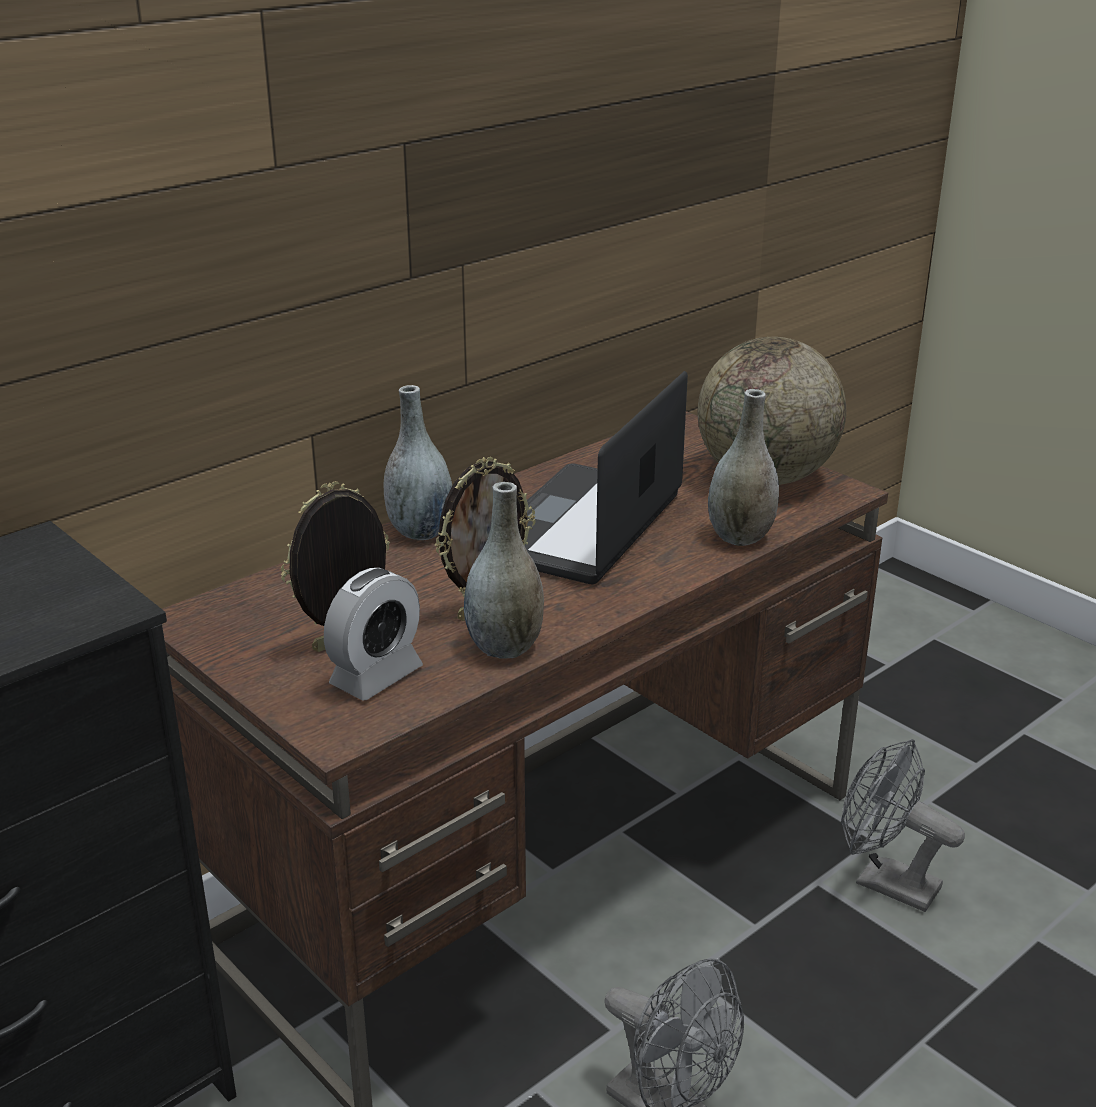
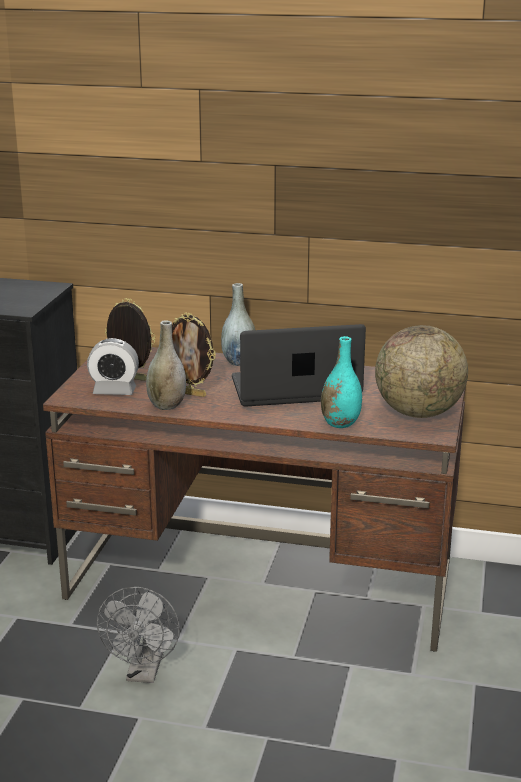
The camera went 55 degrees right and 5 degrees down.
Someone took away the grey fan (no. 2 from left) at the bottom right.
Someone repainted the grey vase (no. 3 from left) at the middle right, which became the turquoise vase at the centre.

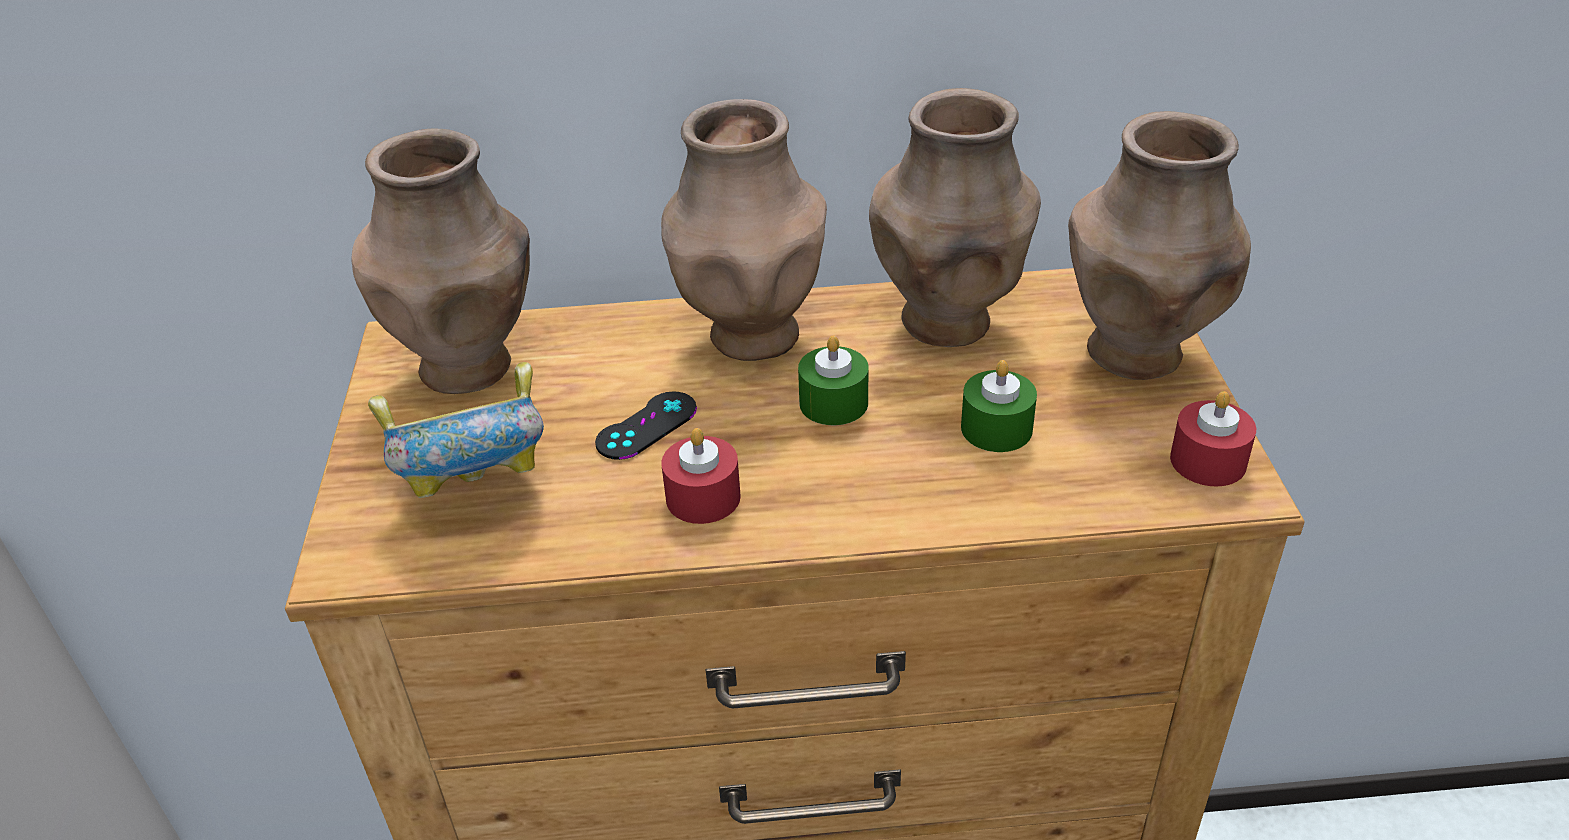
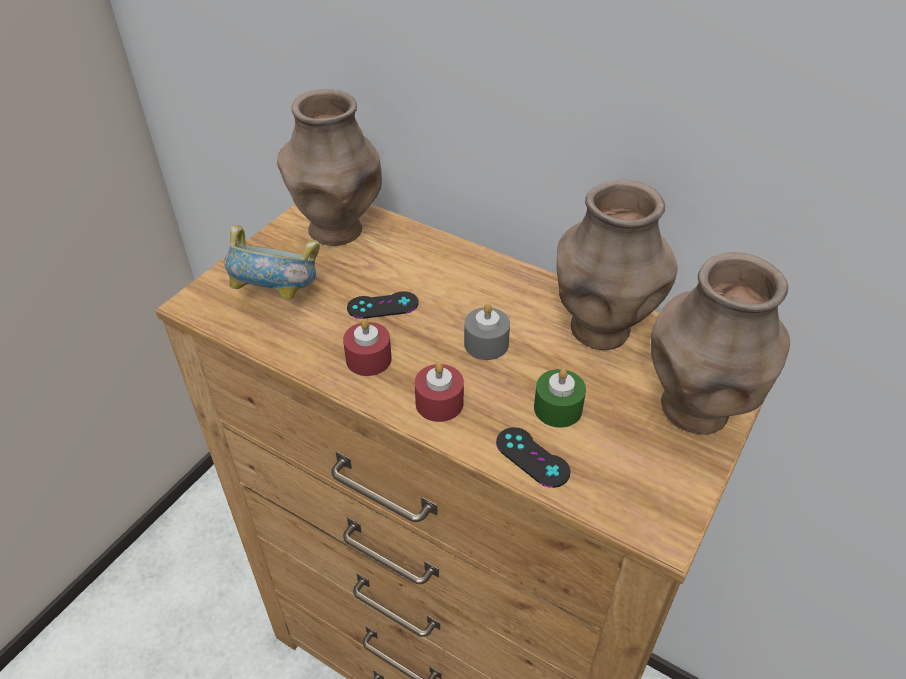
The camera went 35 degrees right and 5 degrees up.
Someone took away the brown vase (no. 2 from left) at the top centre.
Someone put down the black game controller (no. 2 from left) at the bottom centre.
Someone carried the red candle (no. 2 from left) from the middle right to the centre.
Someone repainted the green candle (no. 1 from left) at the centre, which became the grey candle at the centre.

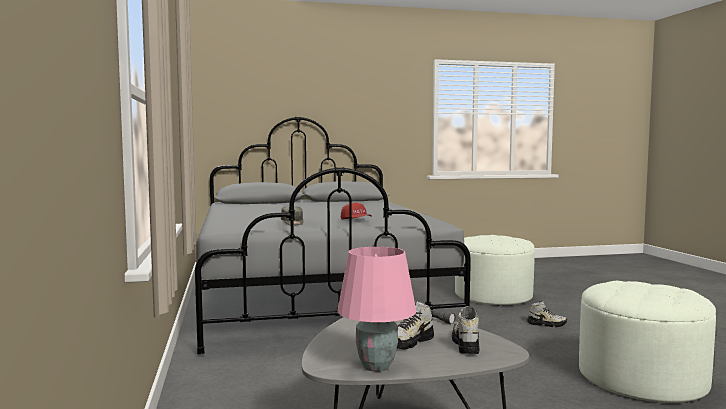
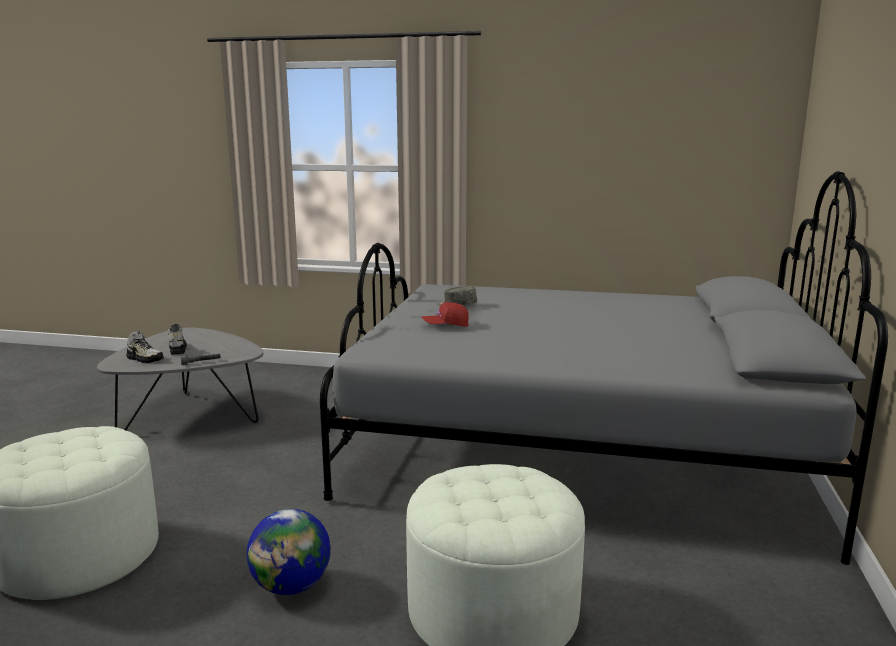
The camera went 115 degrees right and 10 degrees up.
Someone took away the pink table lamp at the bottom centre.
Someone swapped the shoe (no. 3 from left) at the bottom right for the globe at the bottom left.

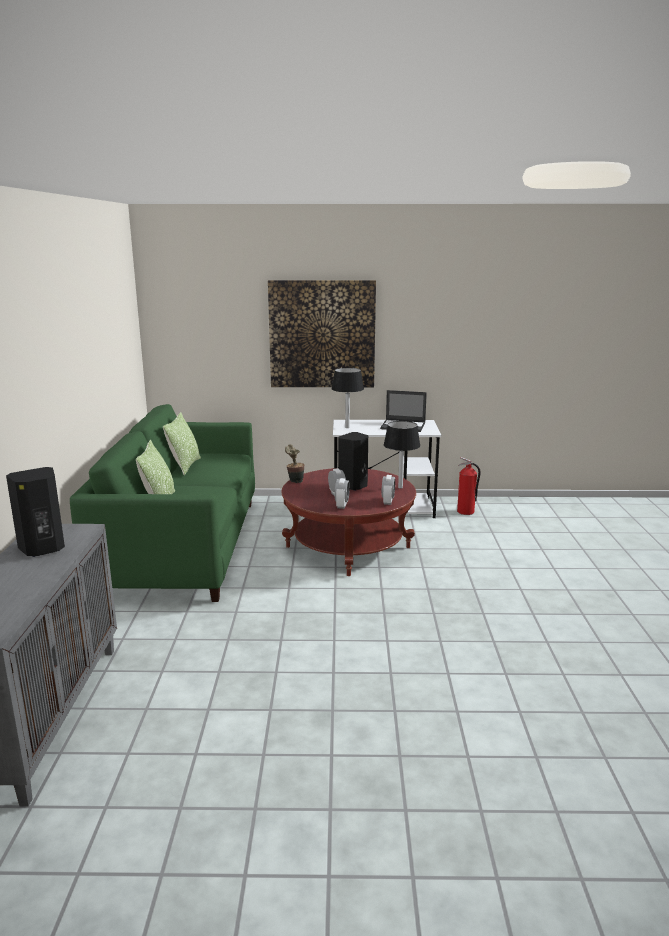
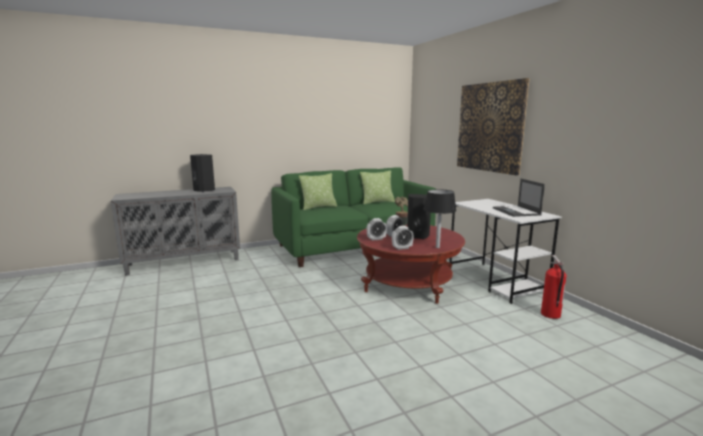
The camera went 65 degrees right and 5 degrees down.
Someone took away the black table lamp (no. 1 from left) at the centre.

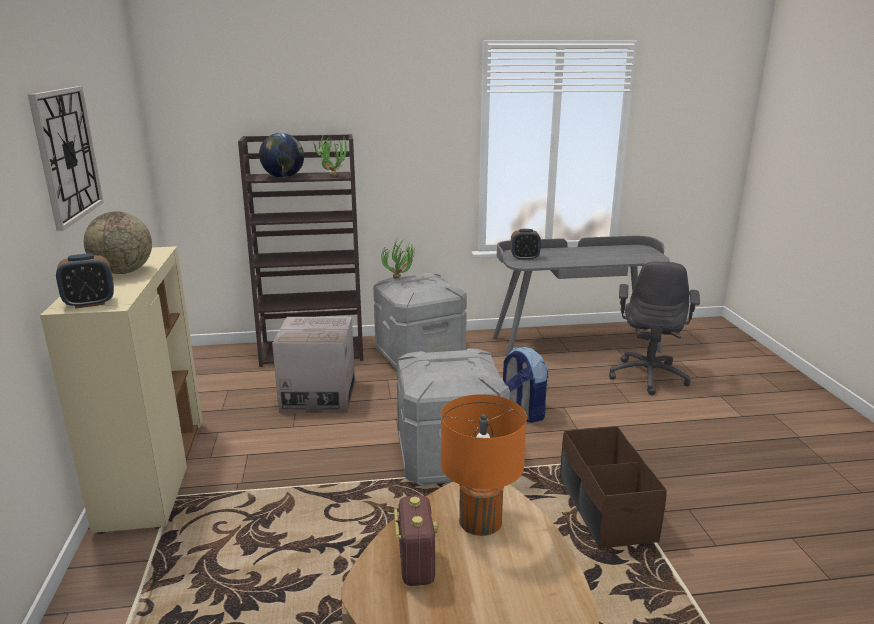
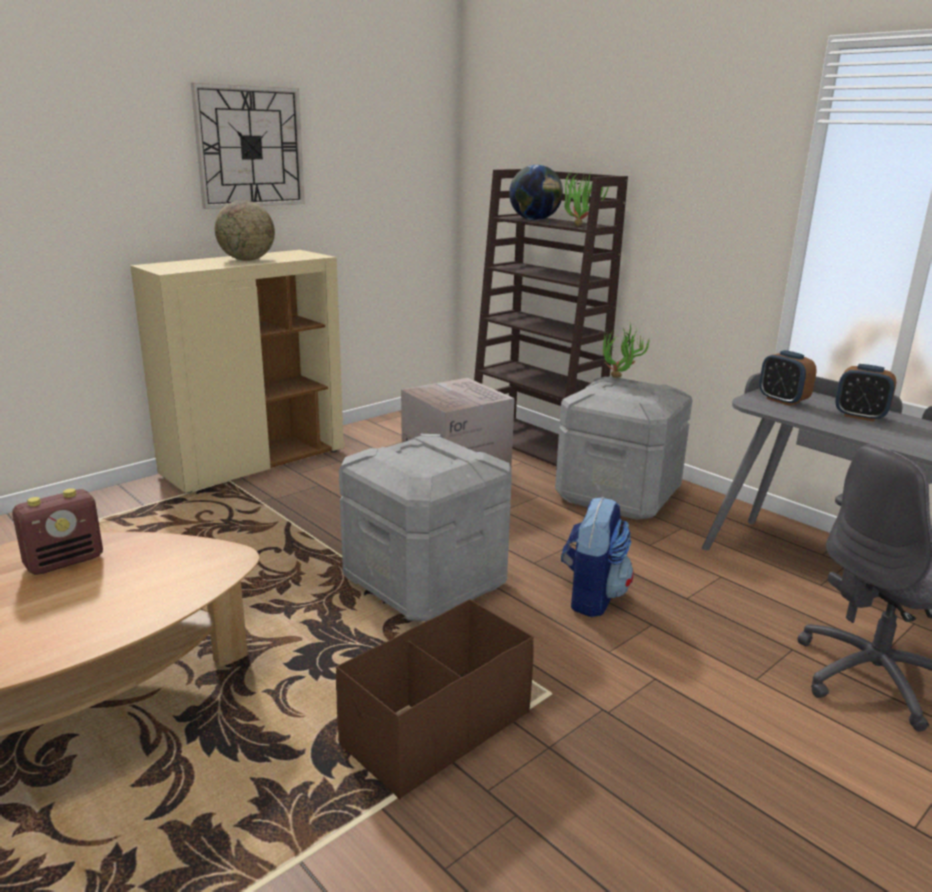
The camera went 55 degrees right and 0 degrees up.
Someone took away the orange table lamp at the bottom centre.
Someone carried the alarm clock (no. 1 from left in the first image) from the middle left to the middle right.

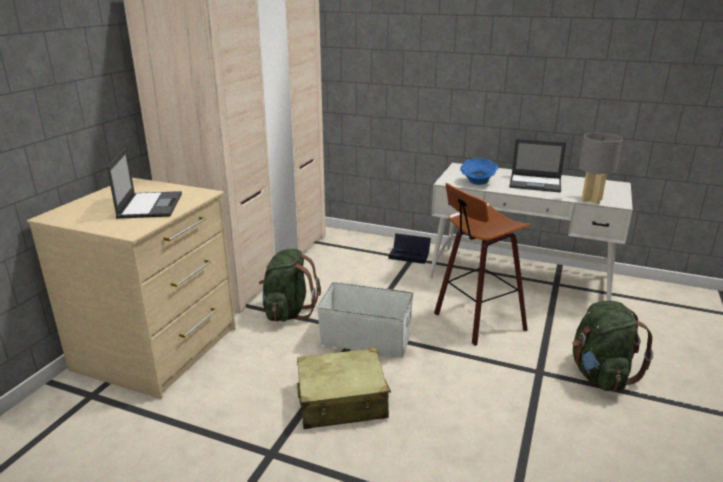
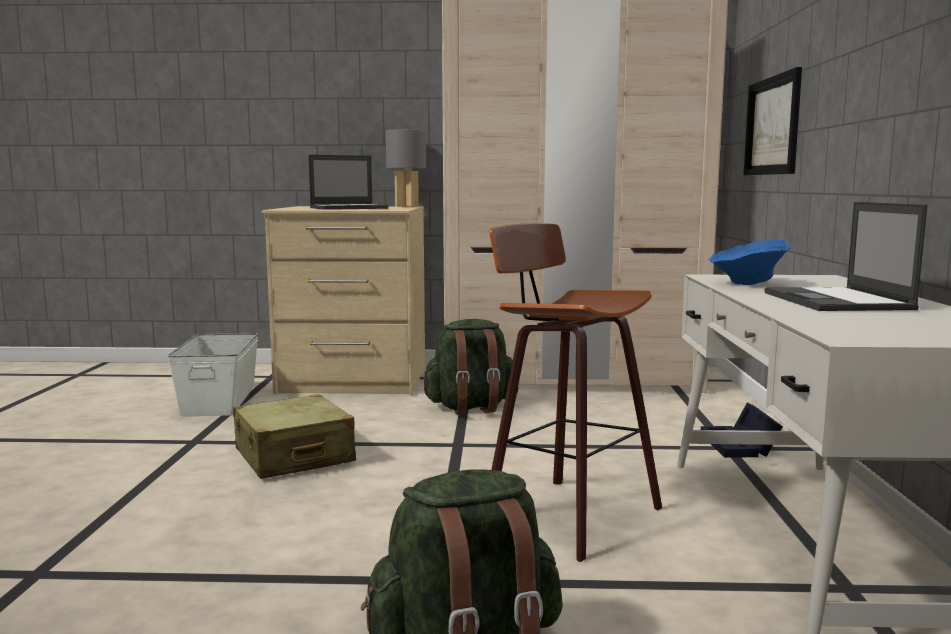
The camera went 70 degrees right and 15 degrees down.
Someone put up the picture at the top right.
Someone carried the white storage box from the centre to the middle left.
Someone carried the grey table lamp from the middle right to the top centre.

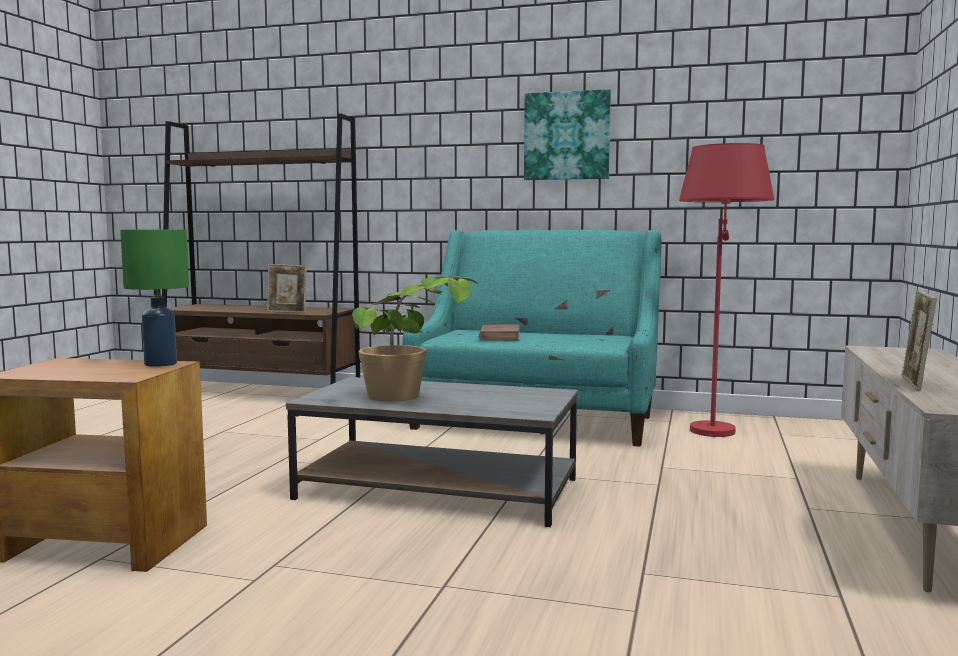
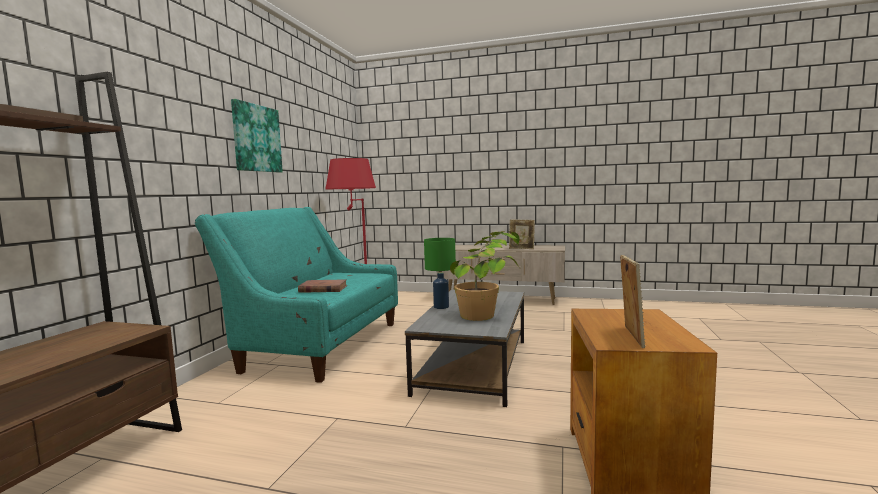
The camera went 90 degrees left and 0 degrees up.
Someone carried the green table lamp from the middle left to the centre.
Someone carried the picture frame (no. 1 from left in the first image) from the middle left to the middle right.

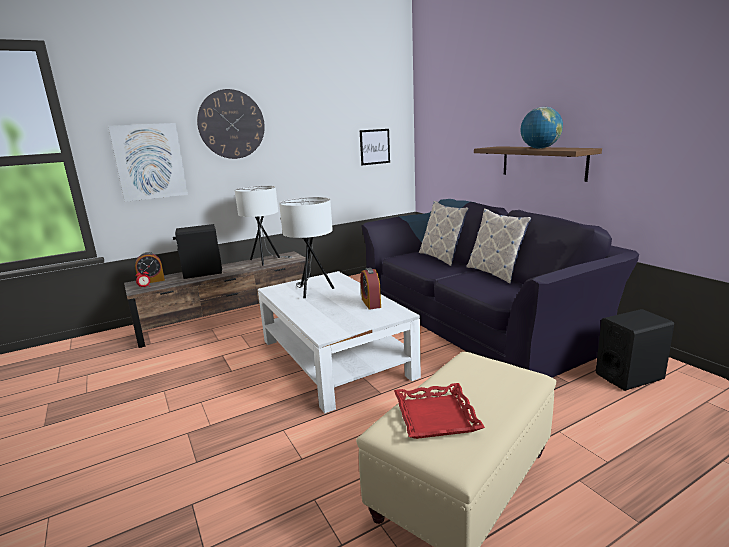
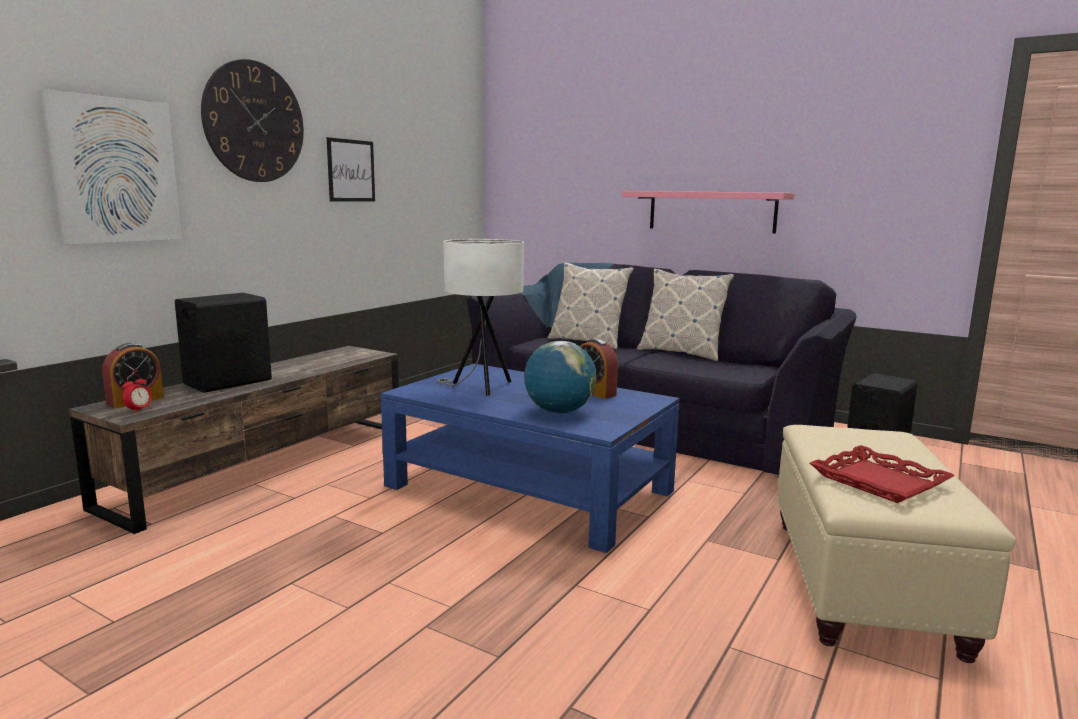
The camera went 30 degrees left and 5 degrees down.
Someone took away the white table lamp (no. 1 from left) at the centre.
Someone carried the picture (no. 2 from left) from the top centre to the top left.
Someone carried the globe from the top right to the centre.
Someone repainted the white coffee table at the centre, which became the blue coffee table at the centre.
Someone repainted the brown shelf at the top right, which became the pink shelf at the top centre.

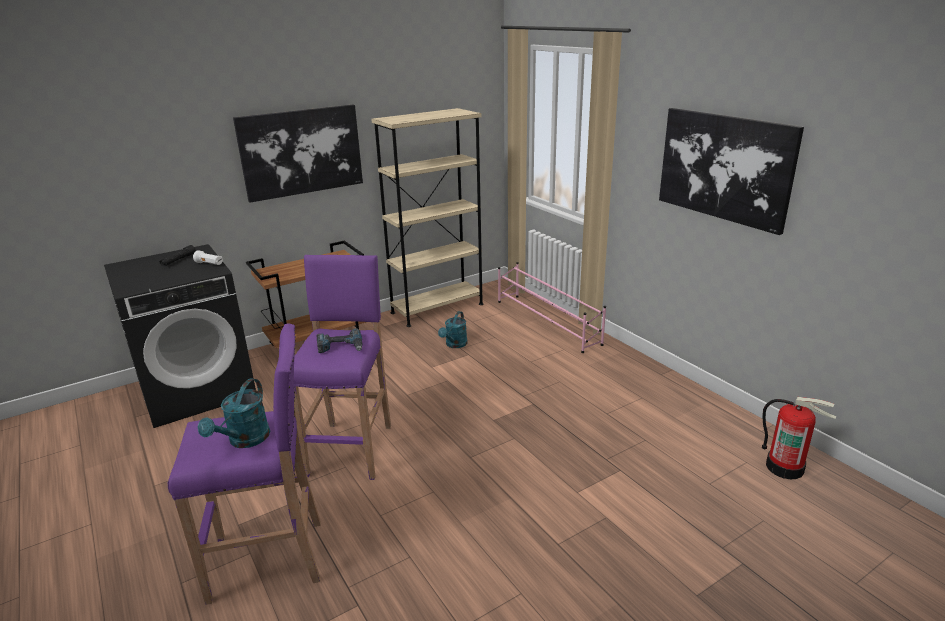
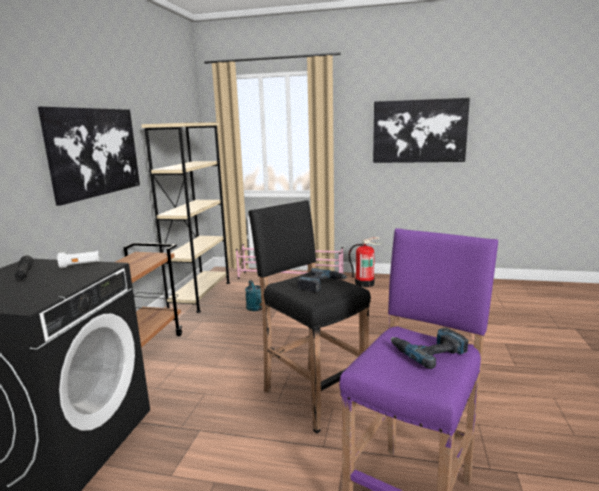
The camera went 45 degrees left and 10 degrees down.
Someone carried the fire extinguisher from the bottom right to the centre.
Someone swapped the turquoise watering can (no. 1 from left) at the middle left for the power drill (no. 2 from left) at the bottom right.
Someone repainted the purple stool (no. 2 from left) at the centre, which became the black stool at the centre.

